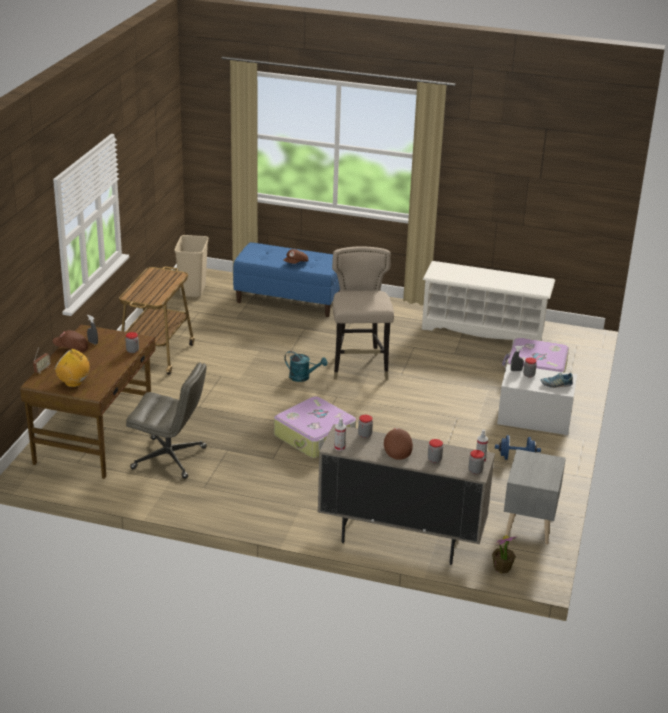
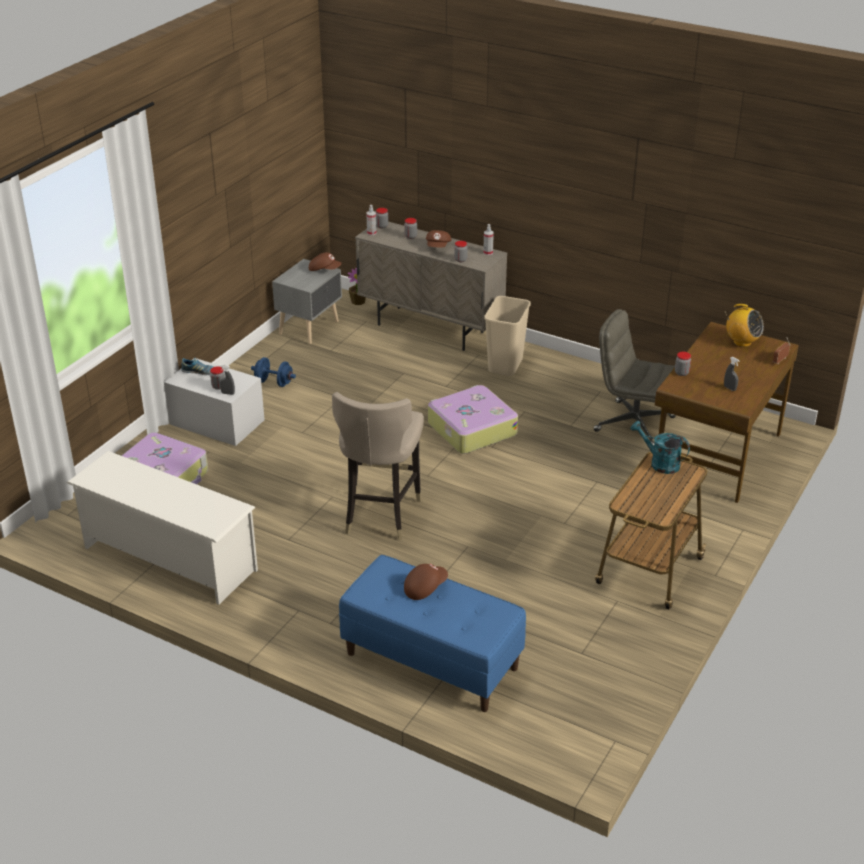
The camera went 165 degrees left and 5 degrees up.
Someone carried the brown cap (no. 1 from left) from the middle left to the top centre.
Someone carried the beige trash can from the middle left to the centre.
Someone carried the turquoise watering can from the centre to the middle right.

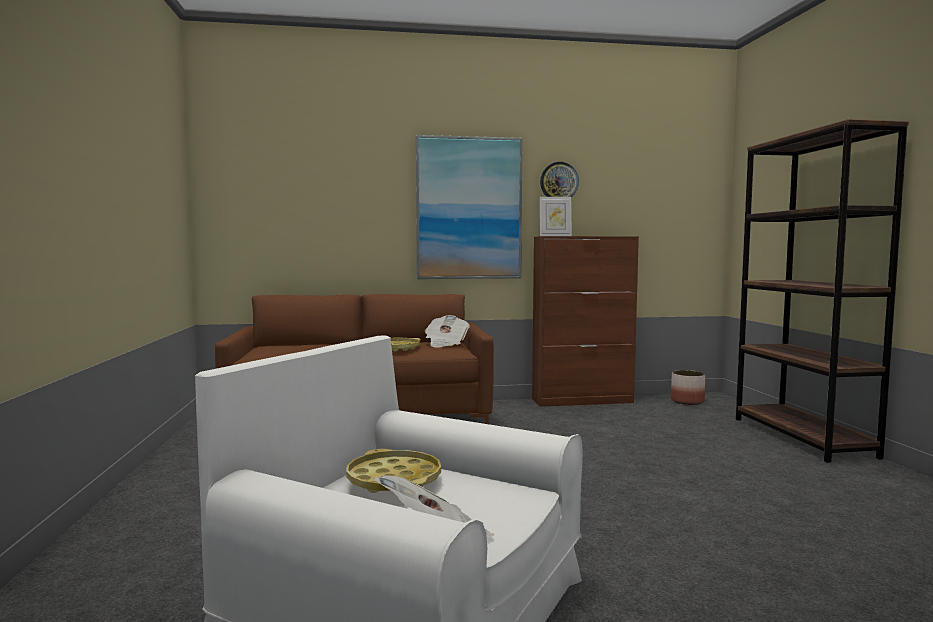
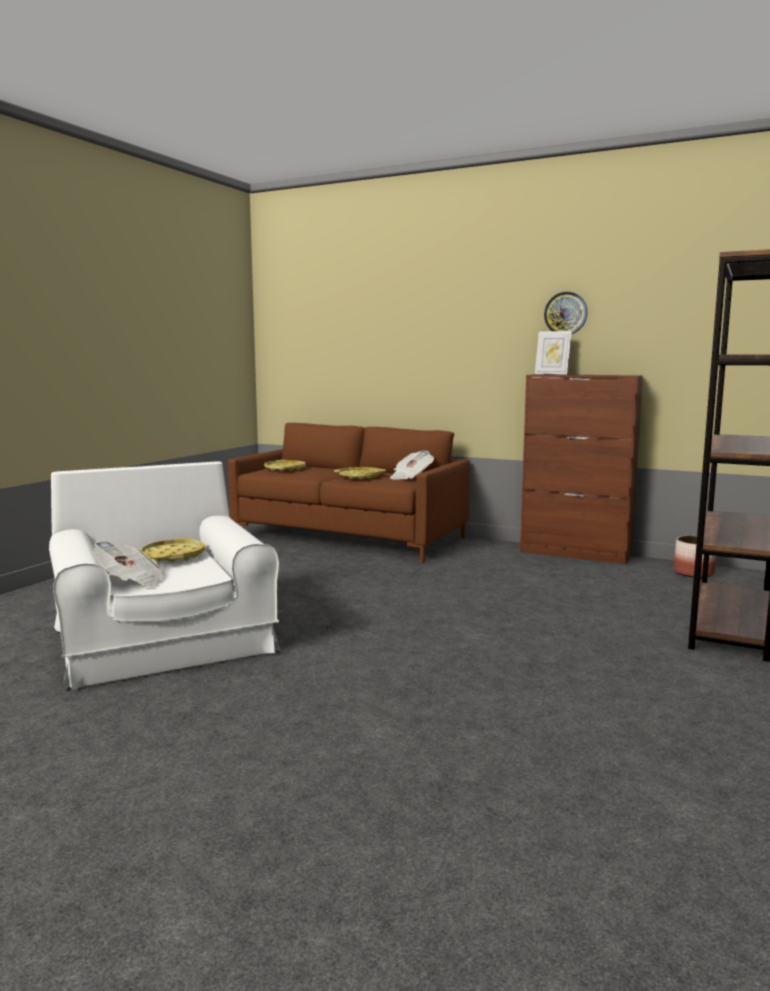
The camera went 35 degrees right and 5 degrees up.
Someone took away the picture at the top centre.
Someone put down the yellow tray (no. 2 from left) at the centre.

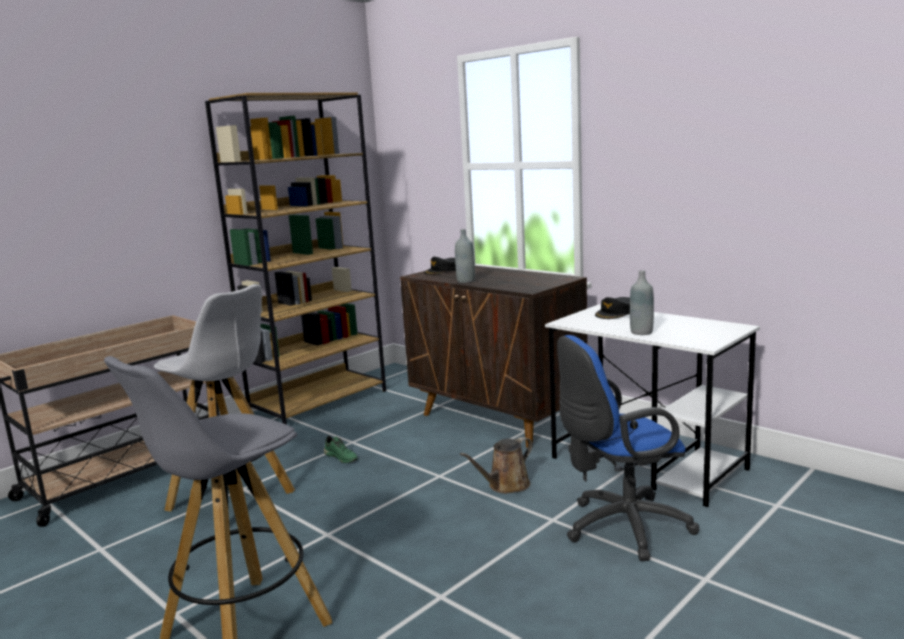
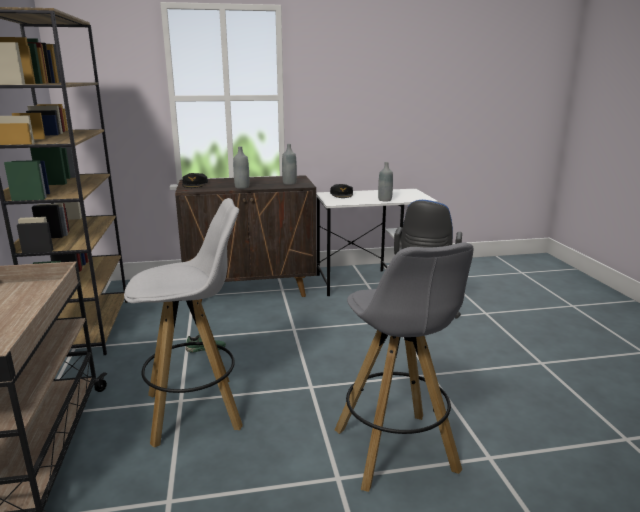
The camera went 55 degrees left and 5 degrees up.
Someone took away the brown watering can at the bottom centre.
Someone put down the grey bottle (no. 2 from left) at the top centre.

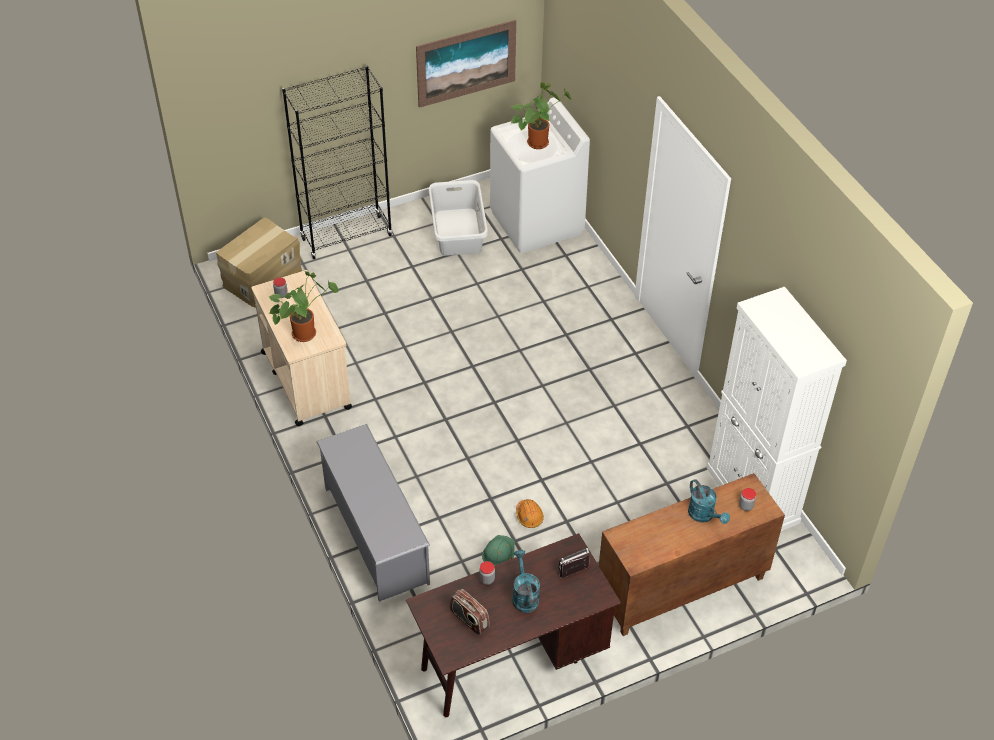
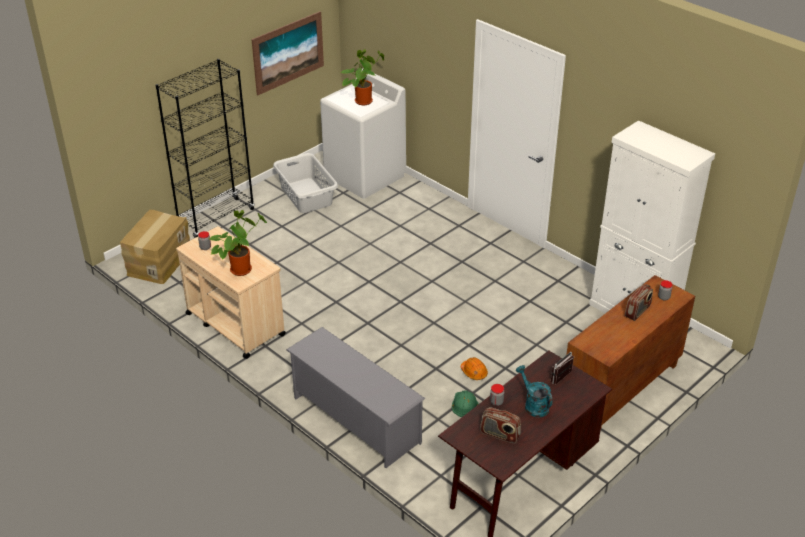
The camera went 20 degrees left and 10 degrees down.
Someone swapped the turquoise watering can (no. 2 from left) at the bottom right for the radio (no. 3 from left) at the middle right.

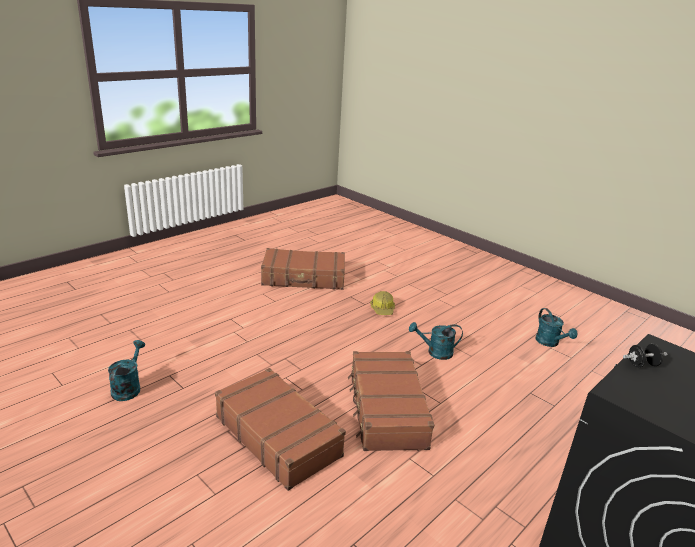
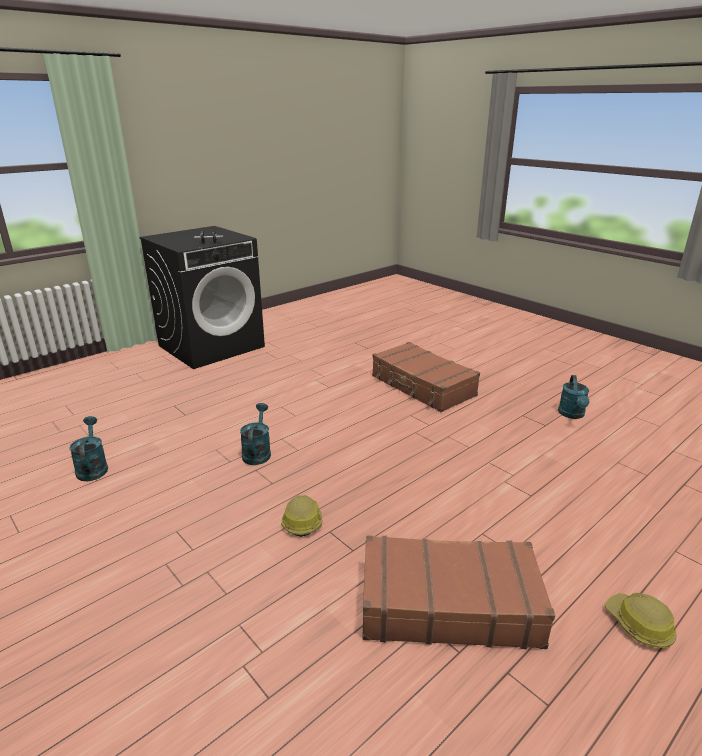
The camera went 175 degrees left and 0 degrees up.
Someone took away the brown suitcase (no. 3 from left) at the bottom centre.
Someone put down the hard hat (no. 2 from left) at the bottom right.
Someone rotated the turquoise watering can (no. 2 from left) at the centre by 90 degrees counterclockwise.

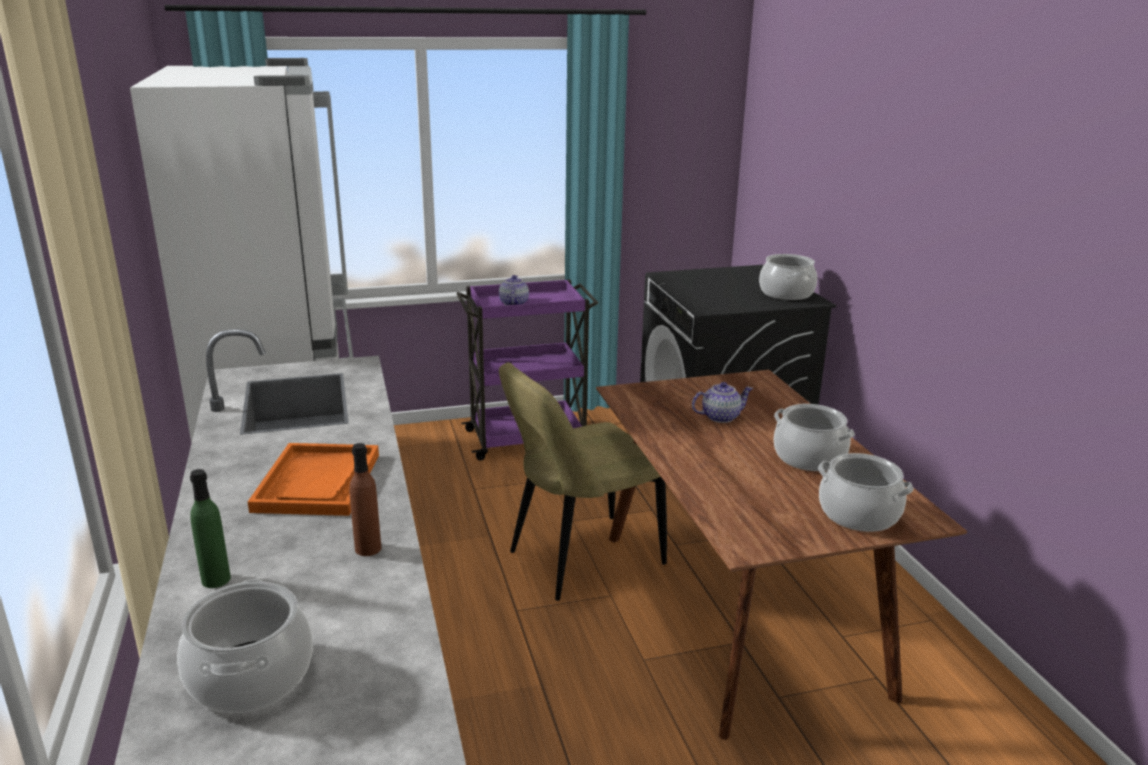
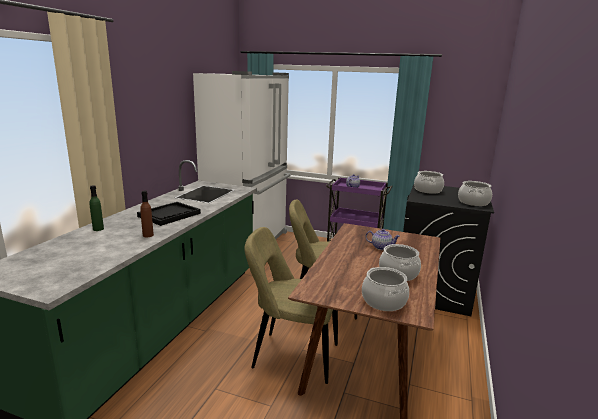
The camera went 35 degrees right and 5 degrees down.
Someone put down the beige chair (no. 1 from left) at the bottom centre.
Someone carried the cooking pot (no. 1 from left in the first image) from the bottom left to the middle right.
Someone repainted the orange tray at the middle left, which became the black tray at the middle left.

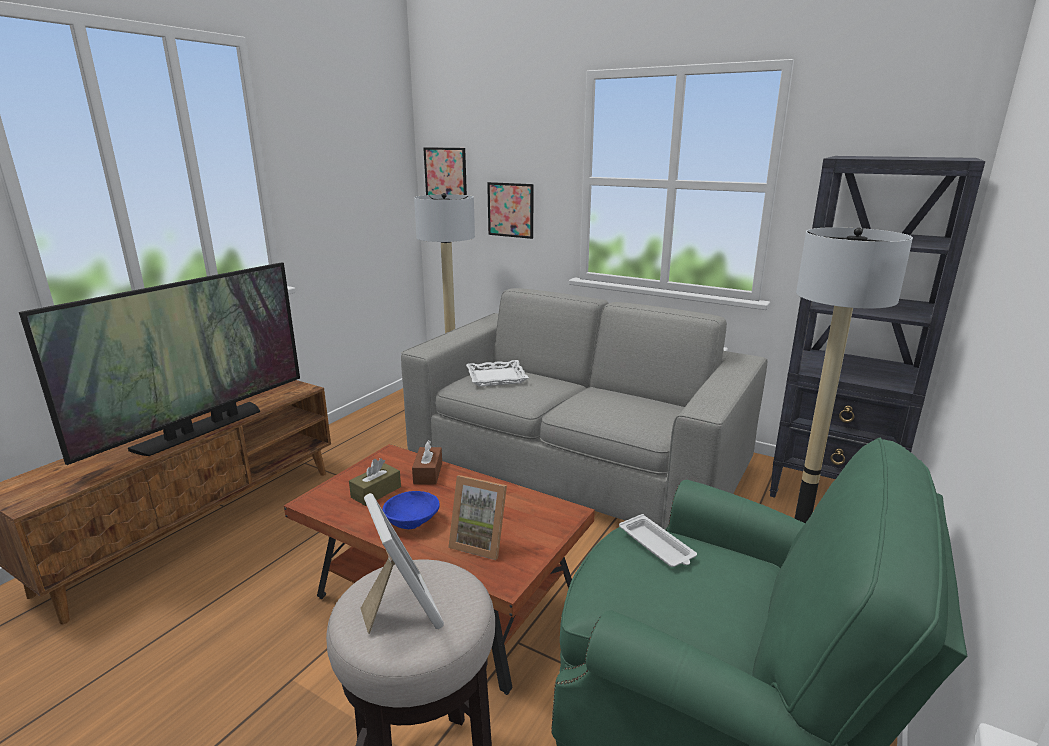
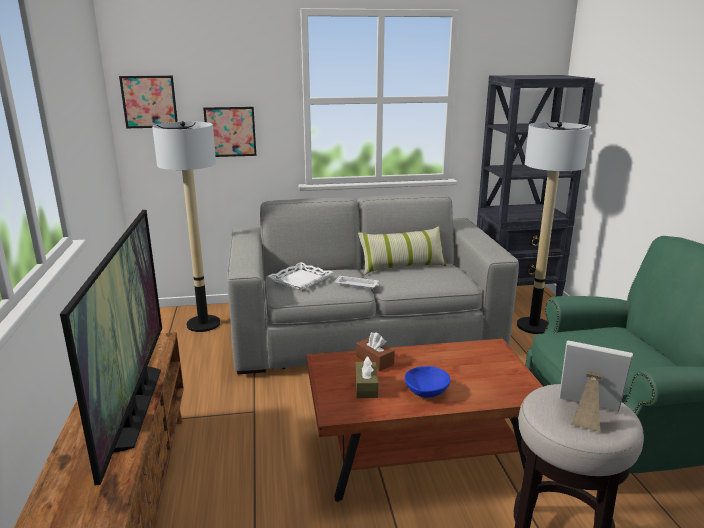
The camera went 40 degrees left and 0 degrees up.
Someone took away the picture frame (no. 2 from left) at the bottom centre.
Someone put down the pillow at the centre.
Someone carried the white tray (no. 2 from left) from the bottom centre to the centre.

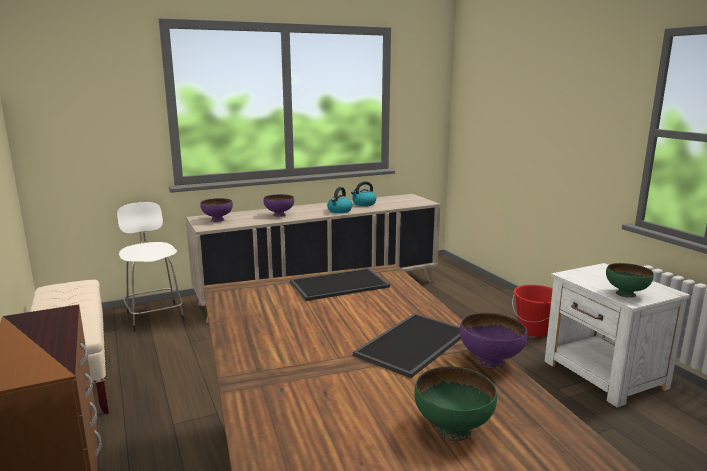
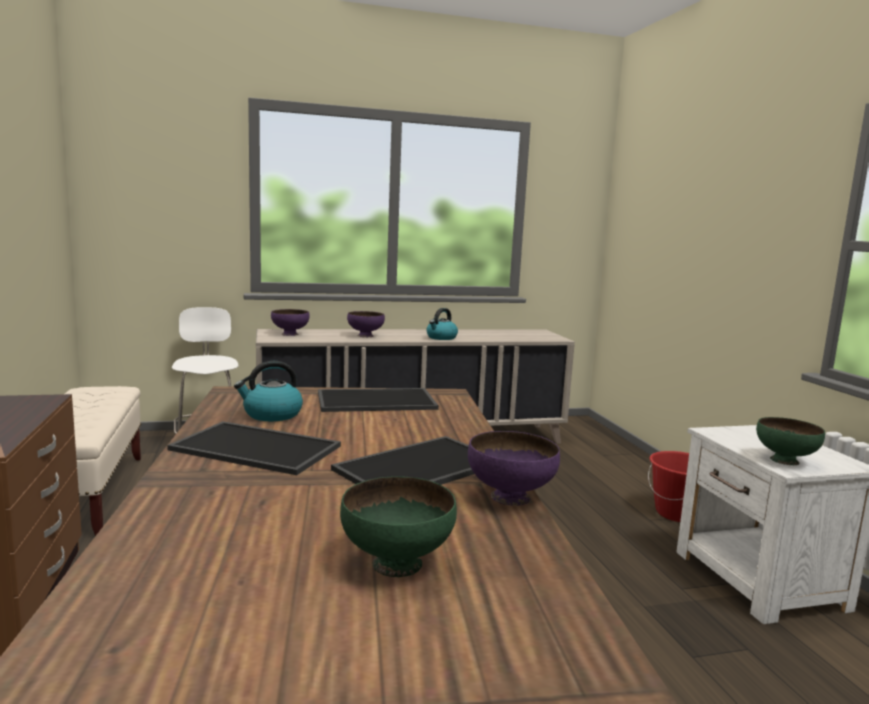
The camera went 10 degrees right and 5 degrees down.
Someone put down the tray (no. 1 from left) at the middle left.
Someone carried the kettle (no. 2 from left in the first image) from the centre to the middle left.

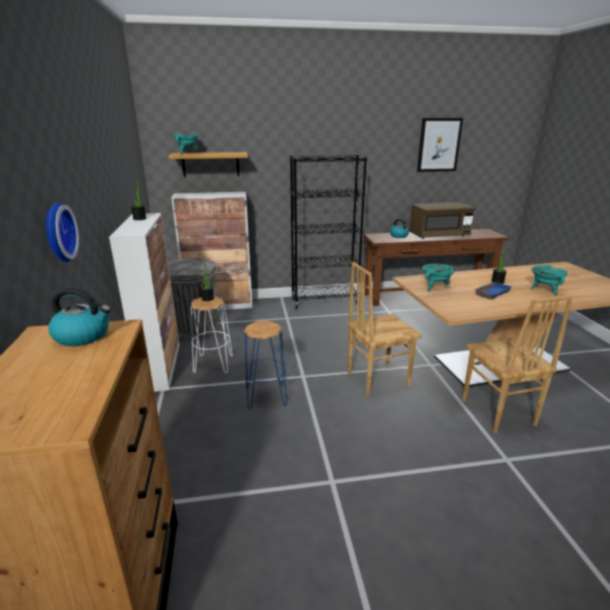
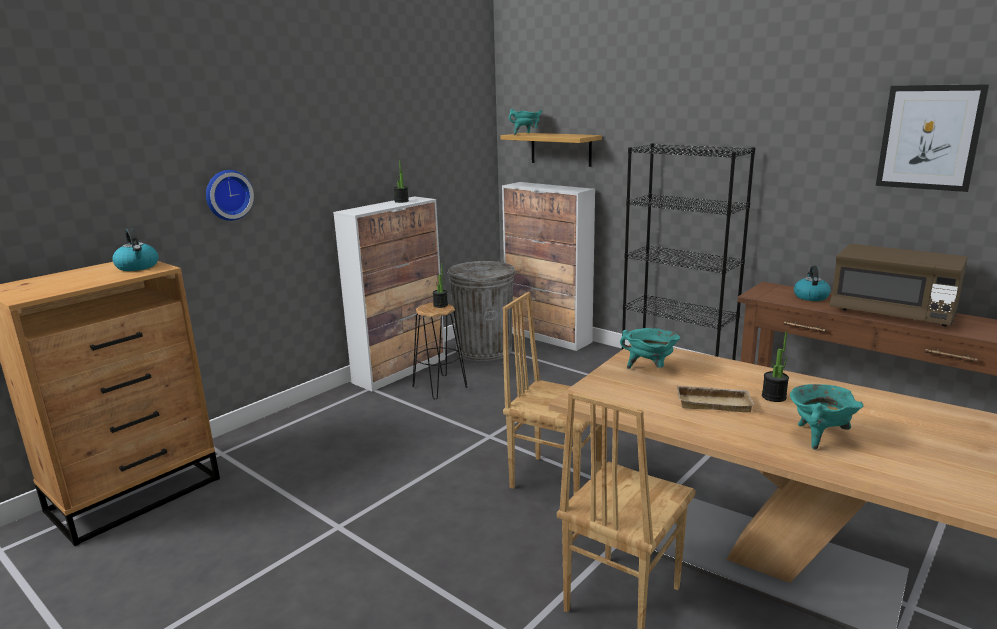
The camera went 50 degrees right and 5 degrees down.
Someone took away the blue stool at the centre.
Someone repainted the white stool at the centre, which became the black stool at the centre.
Someone repainted the blue tray at the middle right, which became the beige tray at the middle right.

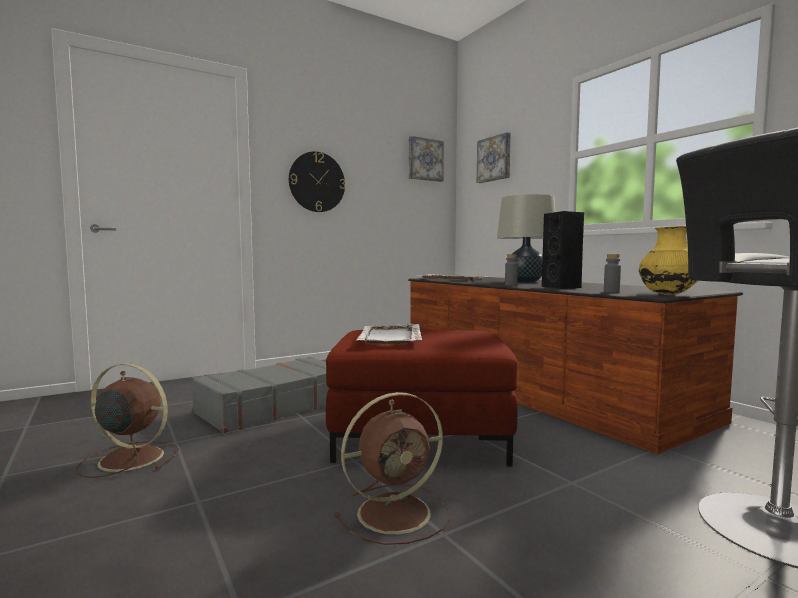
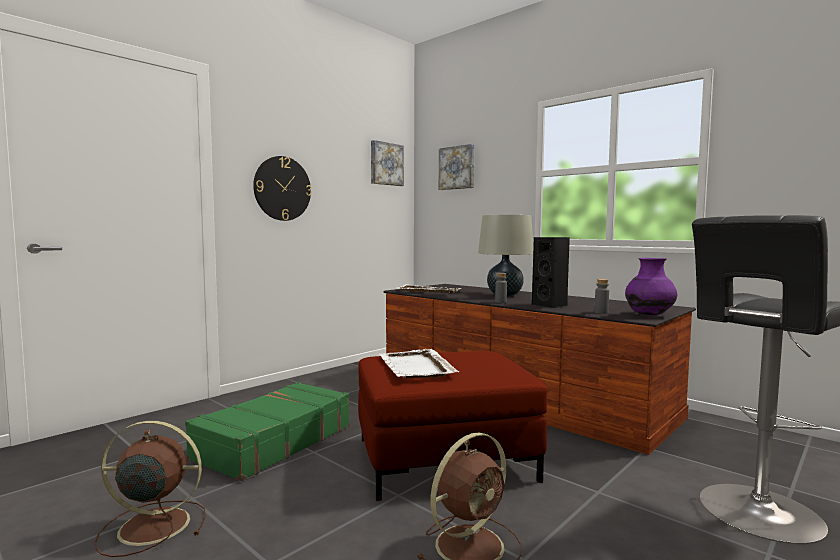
The camera went 15 degrees left and 0 degrees up.
Someone repainted the grey suitcase at the middle left, which became the green suitcase at the bottom left.
Someone repainted the yellow vase at the middle right, which became the purple vase at the middle right.

